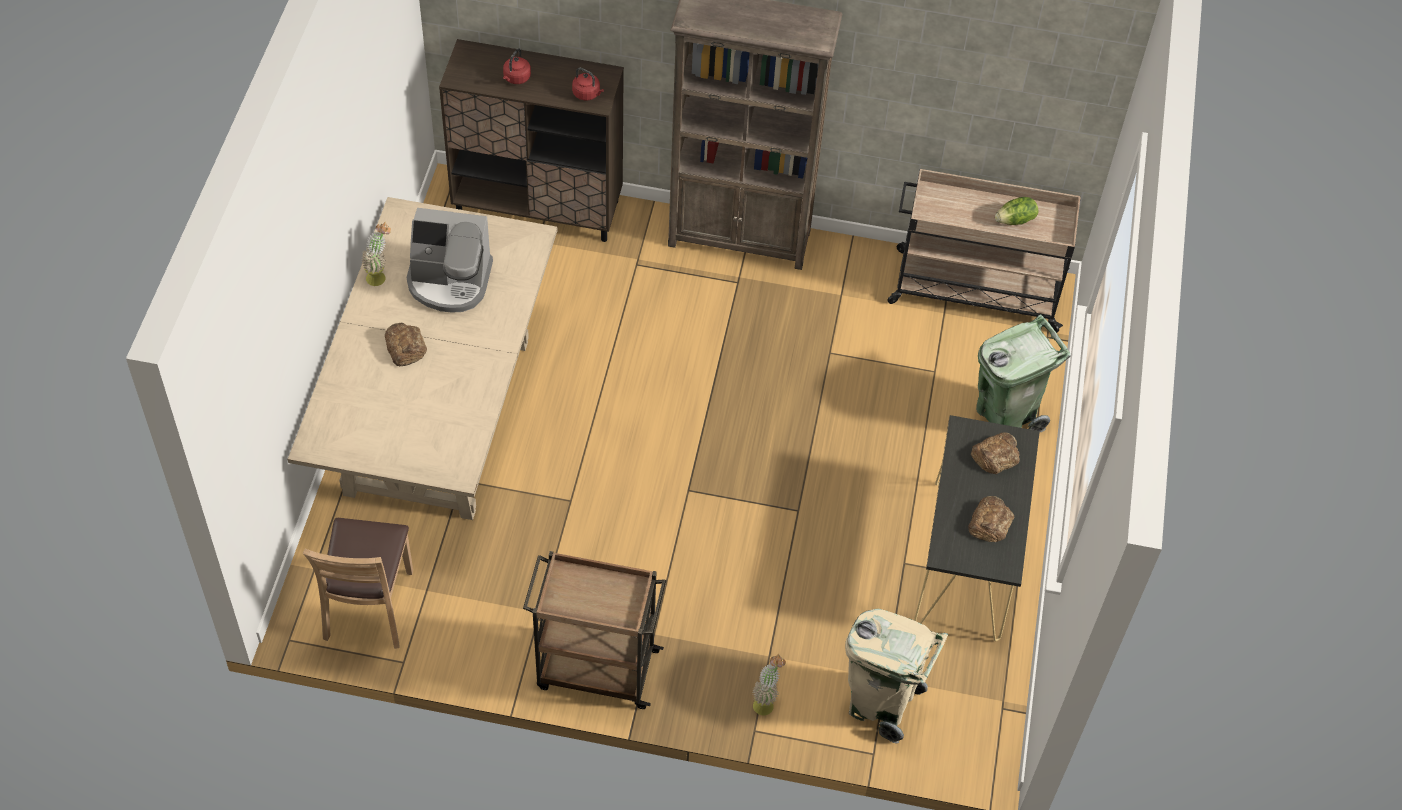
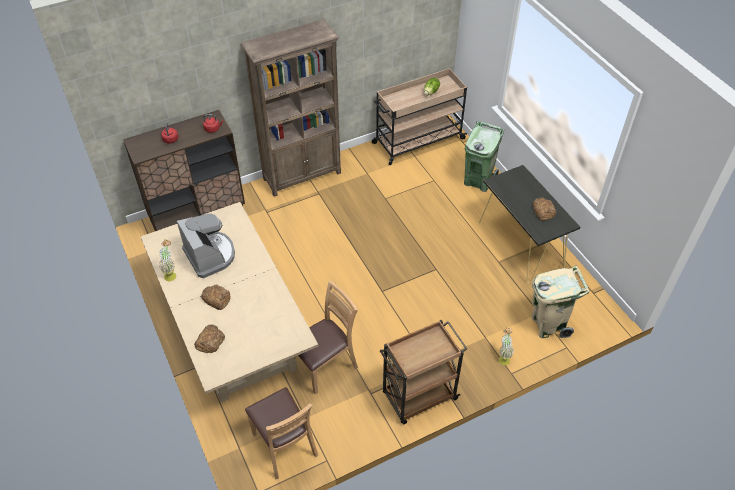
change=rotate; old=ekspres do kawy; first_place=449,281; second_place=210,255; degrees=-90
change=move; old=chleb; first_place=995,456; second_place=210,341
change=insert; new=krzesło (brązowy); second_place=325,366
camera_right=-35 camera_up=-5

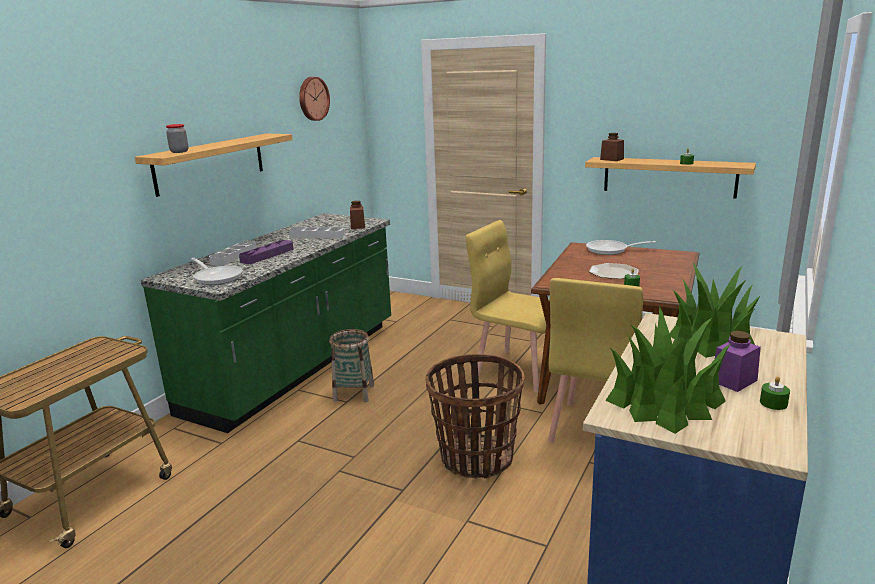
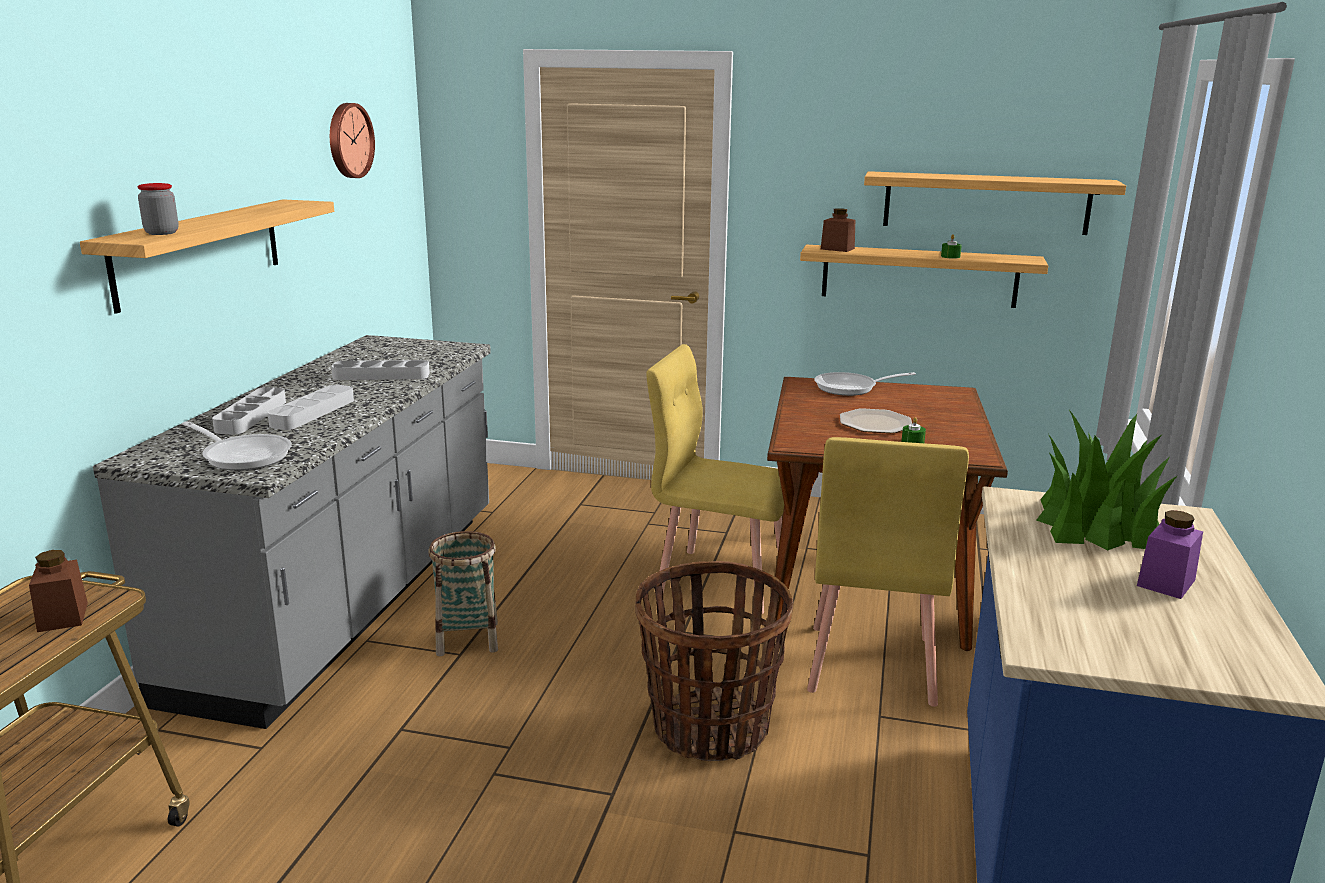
change=recolor; old=zabudowa kuchenna (zielony); new=zabudowa kuchenna (szary); first_place=297,367; second_place=349,601
change=recolor; old=taca (fioletowy); new=taca (szary); first_place=267,255; second_place=313,412
change=move; old=słoik (brązowy); first_place=358,226; second_place=63,617
change=delete; old=roślina doniczkowa; first_place=664,402
change=delete; old=świeca (zielony); first_place=773,403
change=insert; new=półka; second_place=986,203
camera_right=-15 camera_up=0

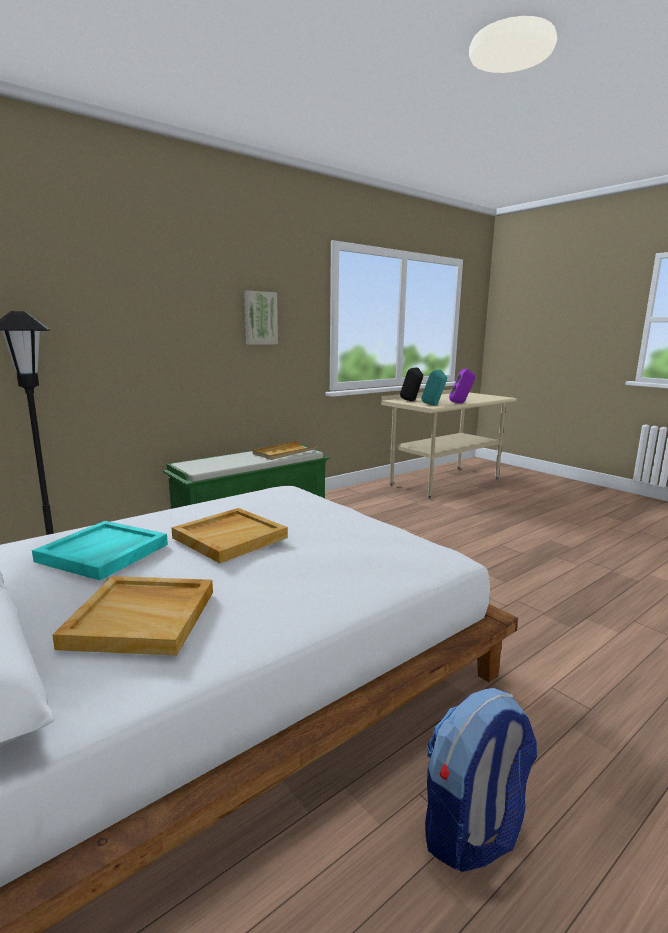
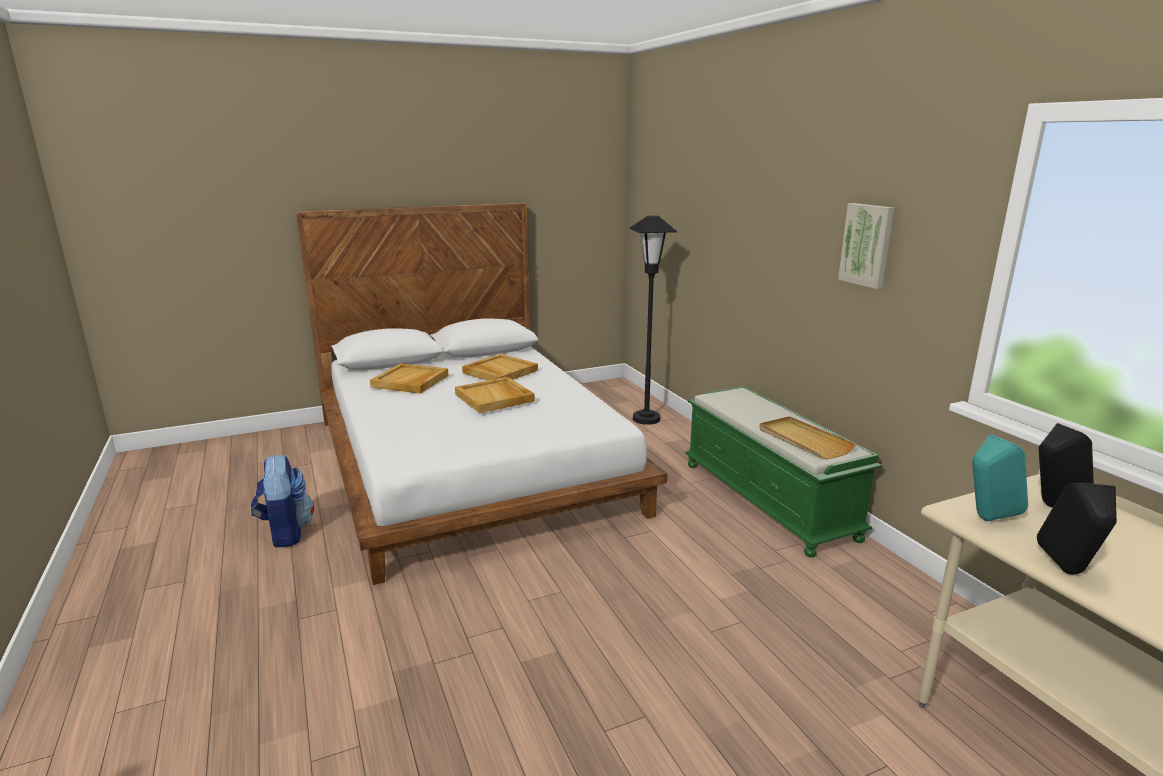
change=recolor; old=taca (turkusowy); new=taca (beżowy); first_place=103,553; second_place=499,371
change=recolor; old=głośnik (fioletowy); new=głośnik (czarny); first_place=461,403; second_place=1068,573
camera_right=105 camera_up=5

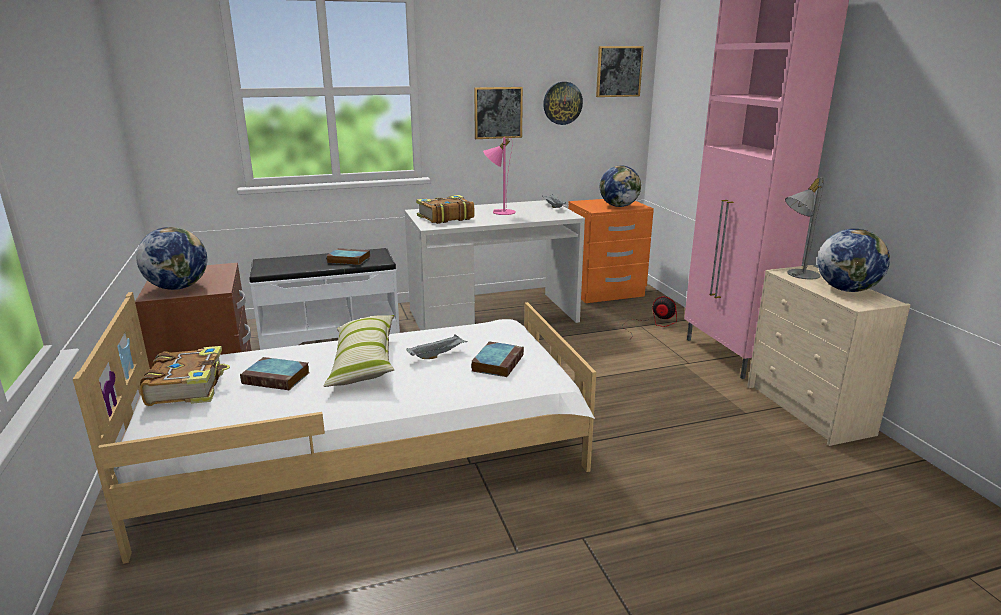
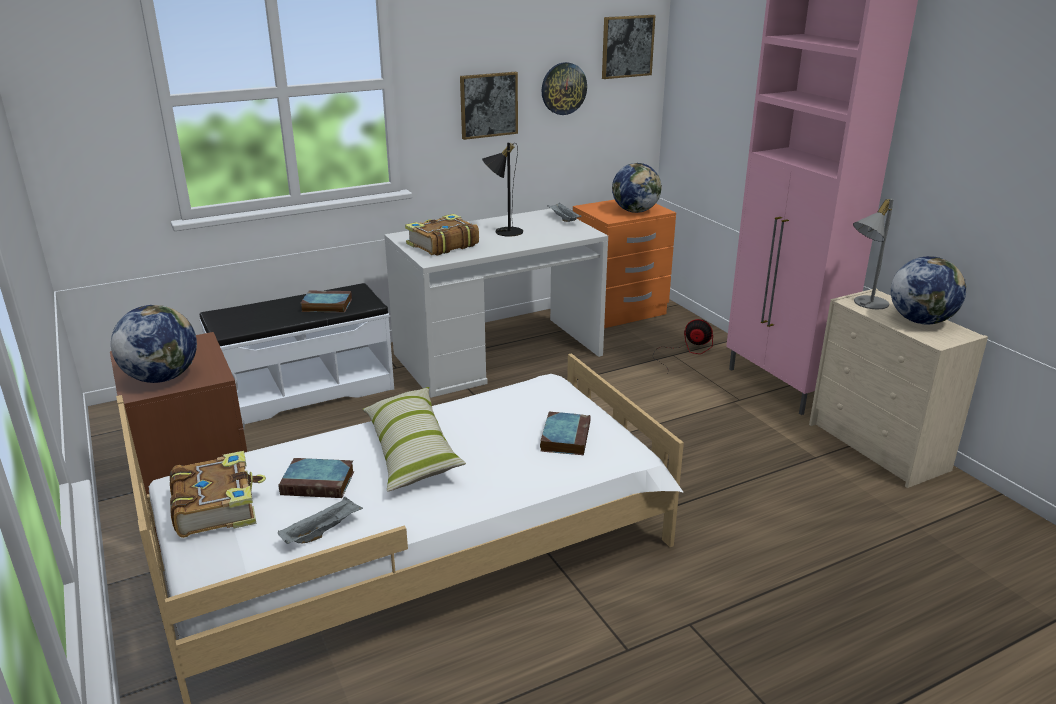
change=move; old=taca (szary); first_place=437,355; second_place=322,531
change=recolor; old=lampa stołowa (różowy); new=lampa stołowa (czarny); first_place=499,211; second_place=503,231
camera_right=-10 camera_up=5

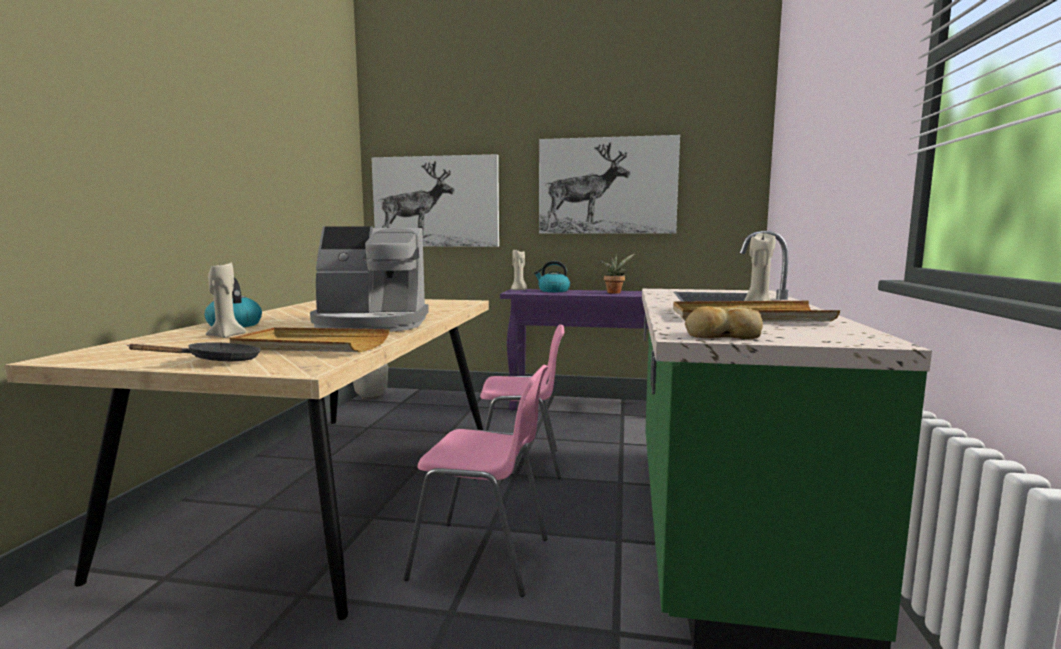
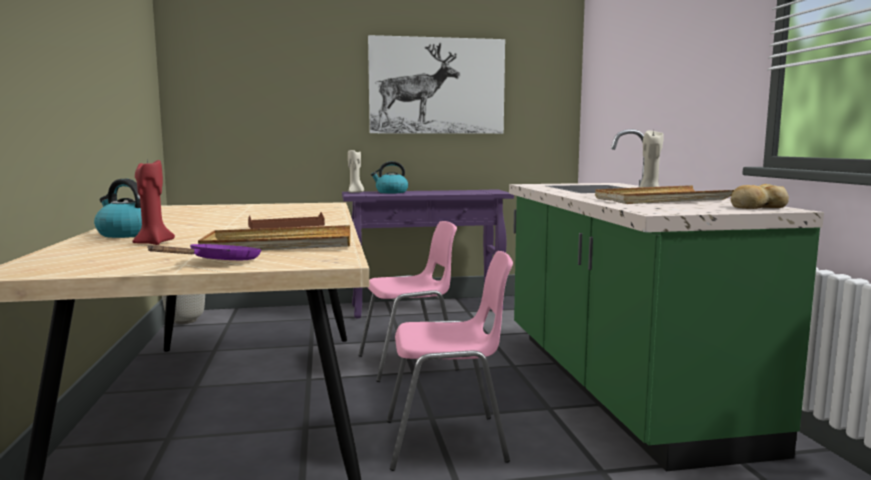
change=recolor; old=patelnia (czarny); new=patelnia (fioletowy); first_place=217,361; second_place=219,262
change=recolor; old=świeca (beżowy); new=świeca (czerwony); first_place=226,336; second_place=153,243
change=replace; old=ekspres do kawy; new=taca (brązowy); first_place=371,324; second_place=286,226
change=delete; old=obraz; first_place=435,202
change=delete; old=roślina doniczkowa; first_place=614,292
change=move; old=chleb; first_place=721,335; second_place=756,207
camera_right=-20 camera_up=0

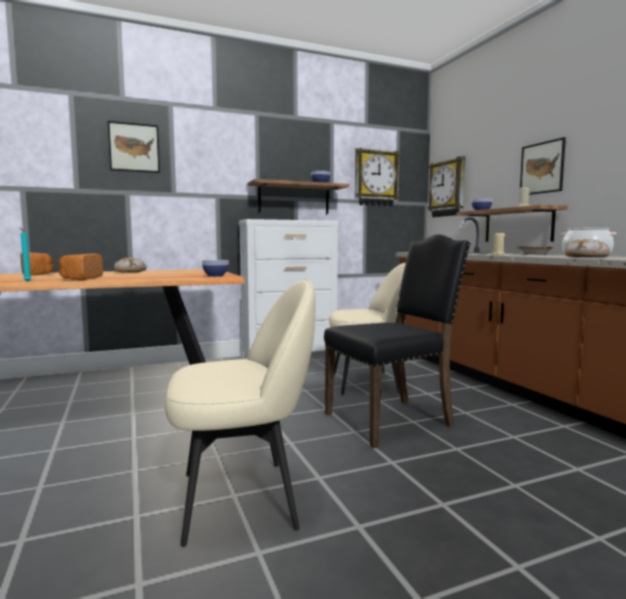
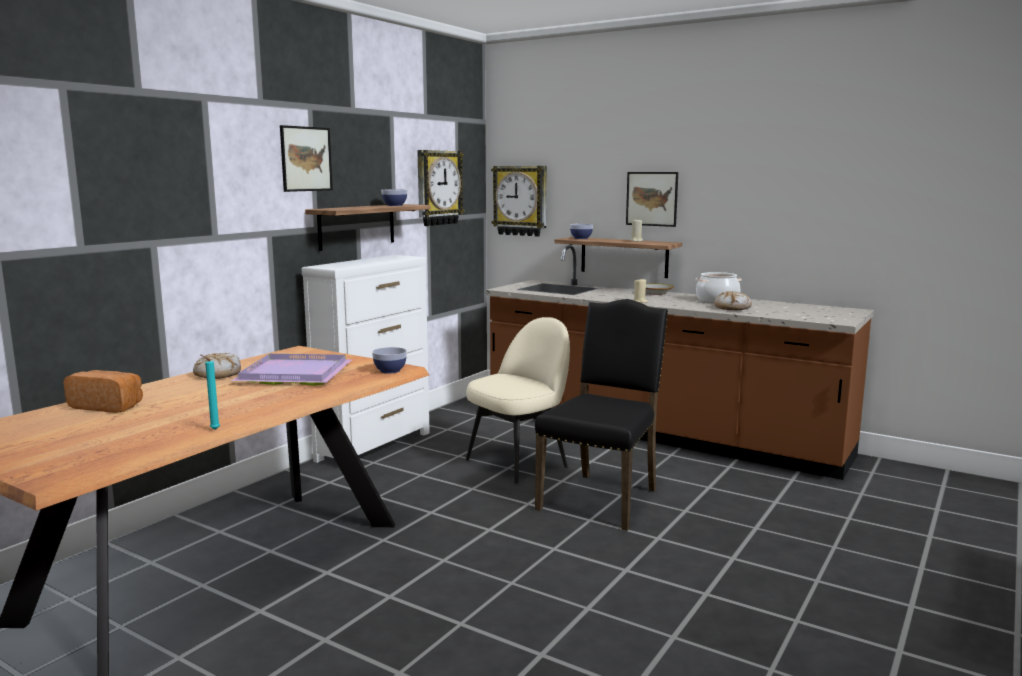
change=delete; old=chleb; first_place=81,278
change=move; old=obraz; first_place=134,147; second_place=306,159
change=delete; old=krzesło (beżowy); first_place=242,498
change=insert; new=taca (fioletowy); second_place=293,373
camera_right=-35 camera_up=5

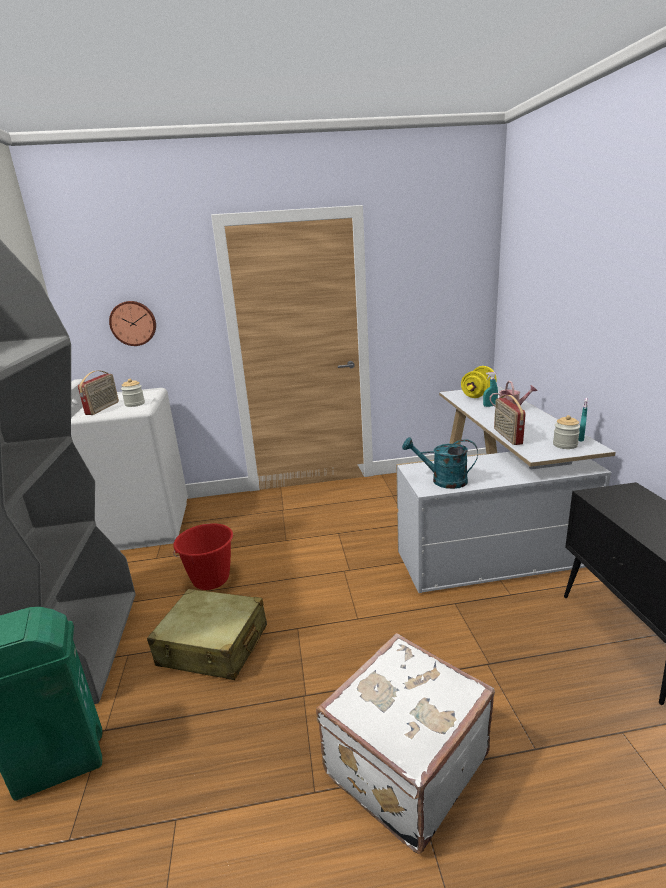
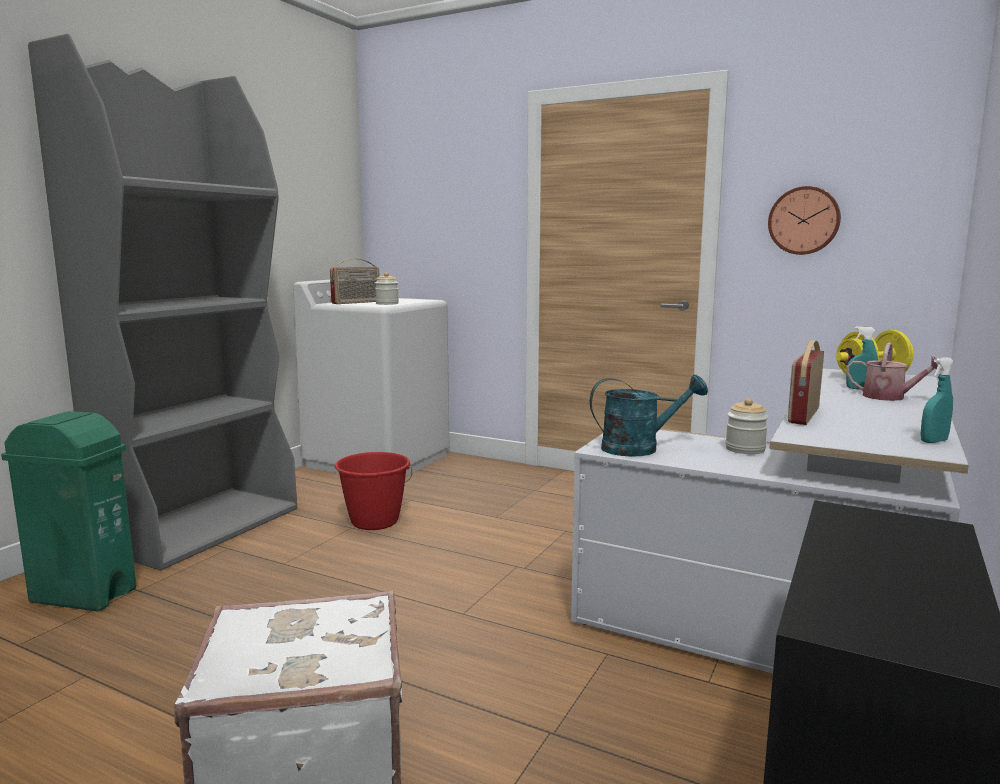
change=move; old=zegar ścienny; first_place=133,323; second_place=804,220
change=delete; old=walizka (beżowy); first_place=213,646
change=rotate; old=konewka (turkusowy); first_place=442,481; second_place=640,448; degrees=120
change=move; old=słoik; first_place=565,445; second_place=745,449
camera_right=35 camera_up=-10

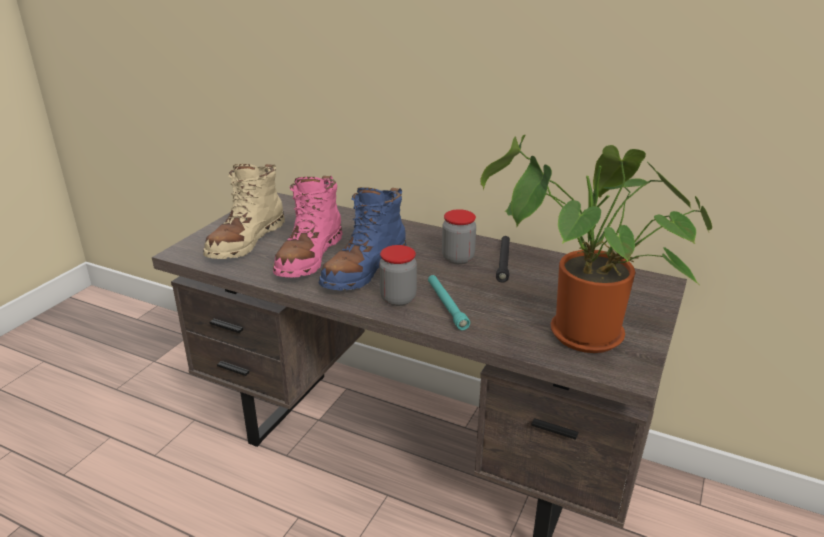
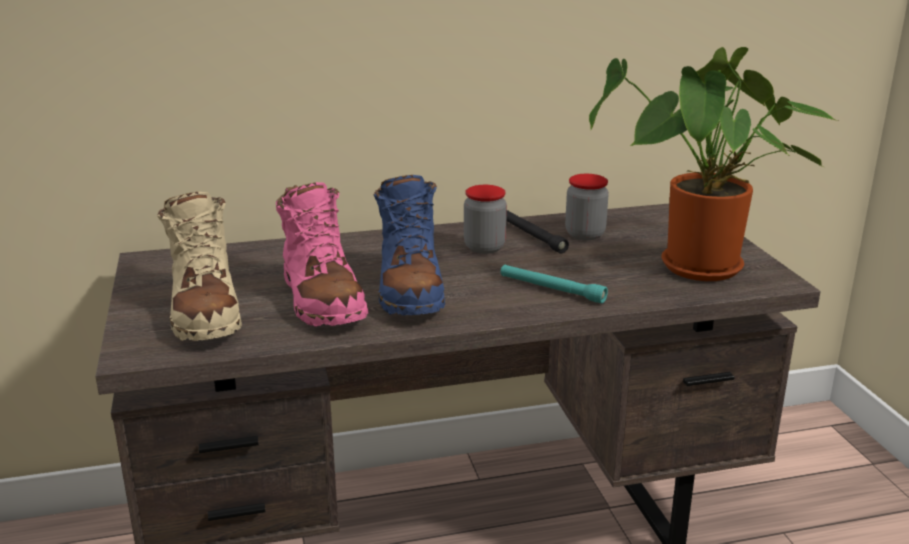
change=move; old=słoik; first_place=398,298; second_place=585,234
camera_right=-40 camera_up=-5

